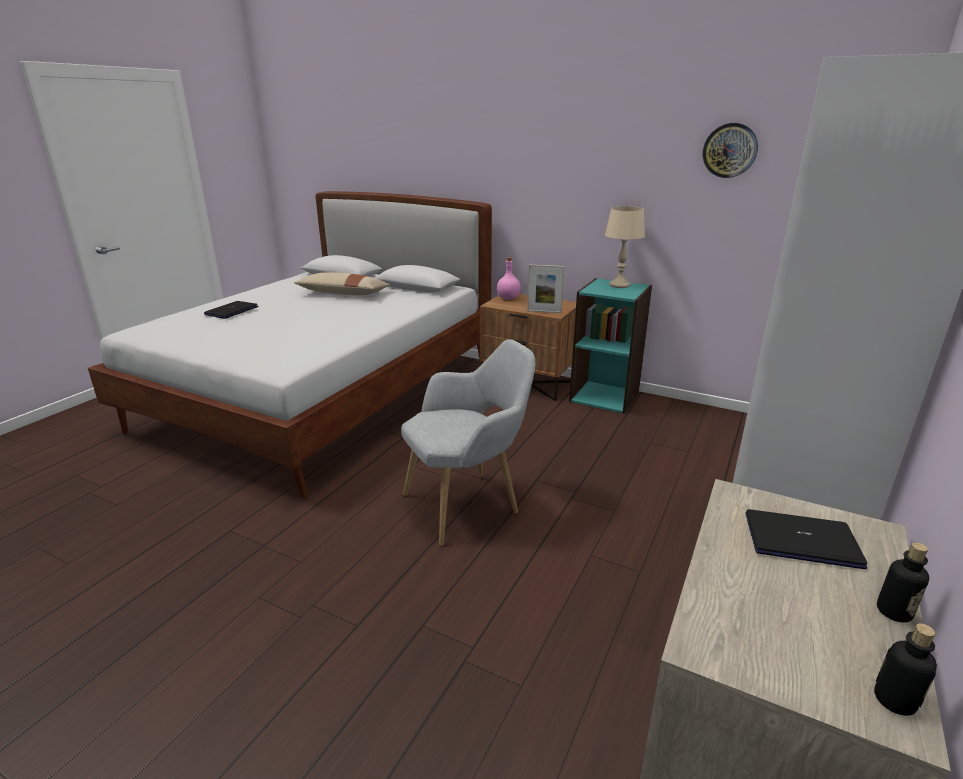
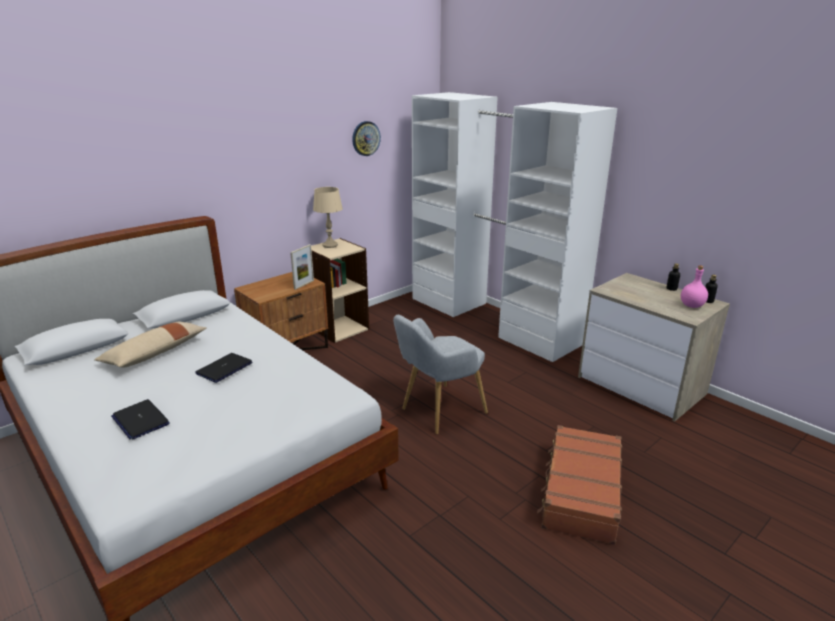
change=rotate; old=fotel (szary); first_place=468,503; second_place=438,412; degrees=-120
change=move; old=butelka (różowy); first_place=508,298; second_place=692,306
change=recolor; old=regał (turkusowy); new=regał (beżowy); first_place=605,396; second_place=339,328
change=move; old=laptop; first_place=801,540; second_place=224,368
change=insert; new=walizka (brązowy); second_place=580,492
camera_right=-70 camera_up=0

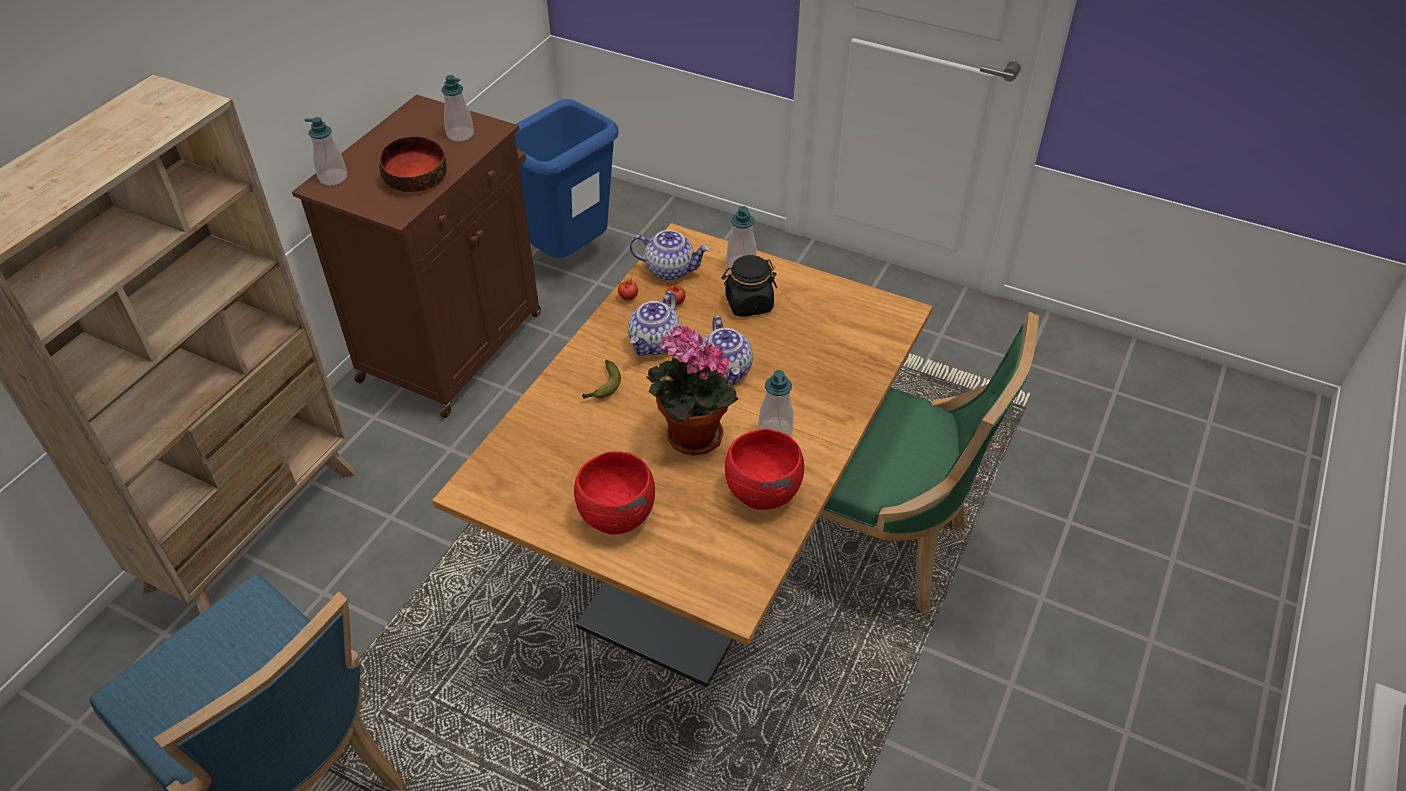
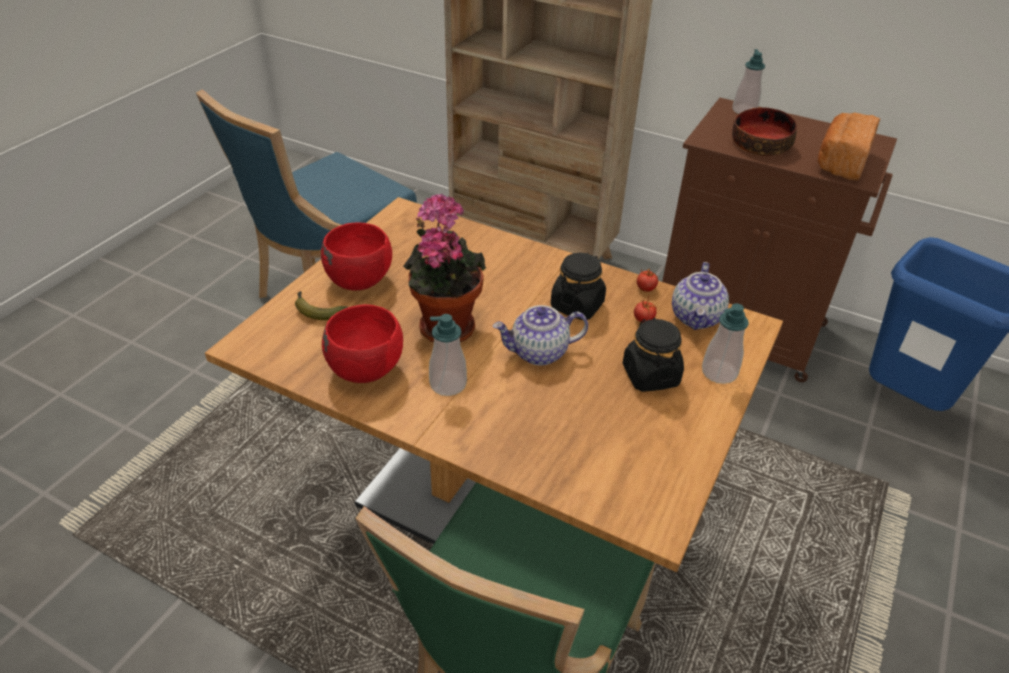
change=replace; old=dozownik mydła; new=chleb; first_place=460,135; second_place=840,162
change=move; old=banan; first_place=603,387; second_place=317,310
change=replace; old=imbryk; new=słoik (czarny); first_place=655,344; second_place=577,305
camera_right=90 camera_up=-5

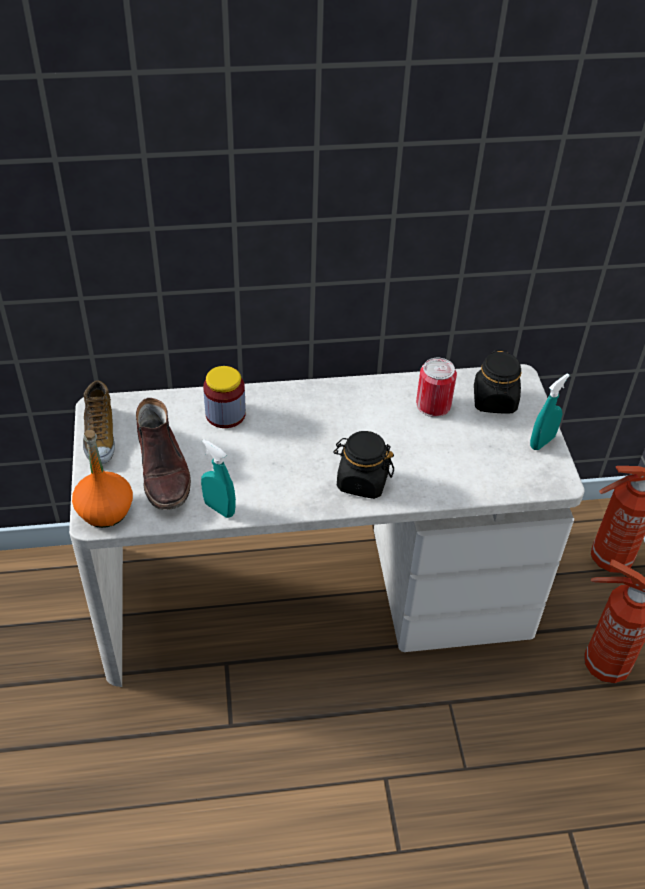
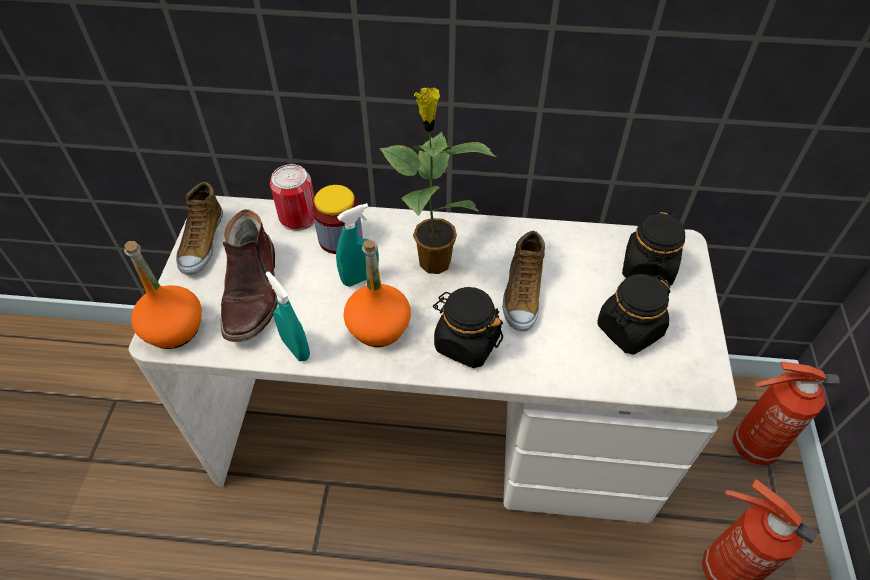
change=move; old=puszka; first_place=433,405; second_place=298,217
change=move; old=spryskiwacz (turkusowy); first_place=542,442; second_place=360,278
change=insert; new=butelka (pomarańczowy); second_place=378,327
change=insert; new=roślina doniczkowa; second_place=433,260
change=insert; new=but; second_place=521,294
change=insert; new=słoik (czarny); second_place=629,330
camera_right=15 camera_up=5

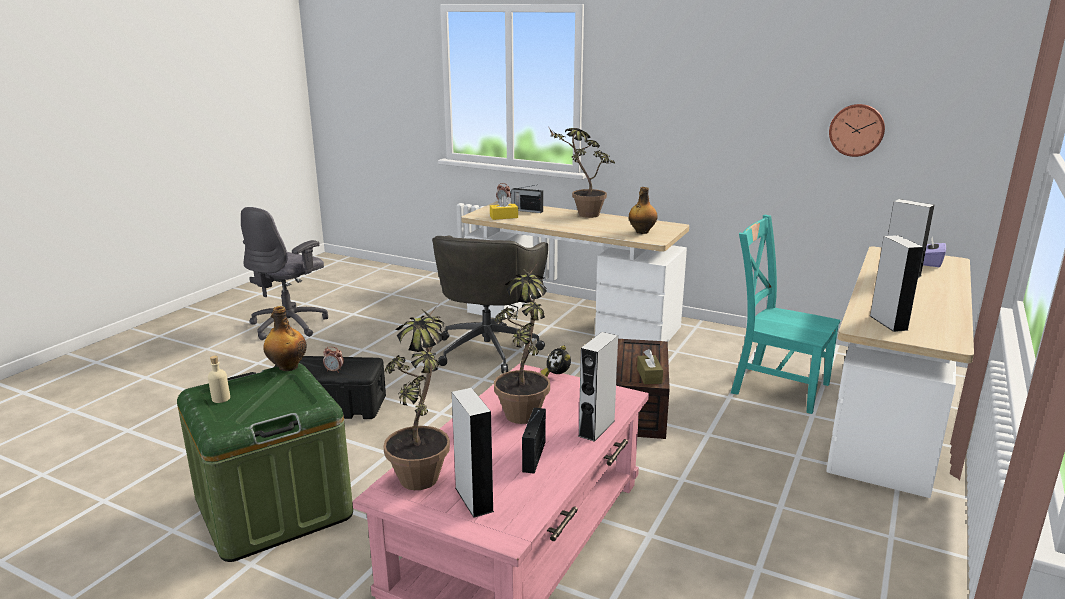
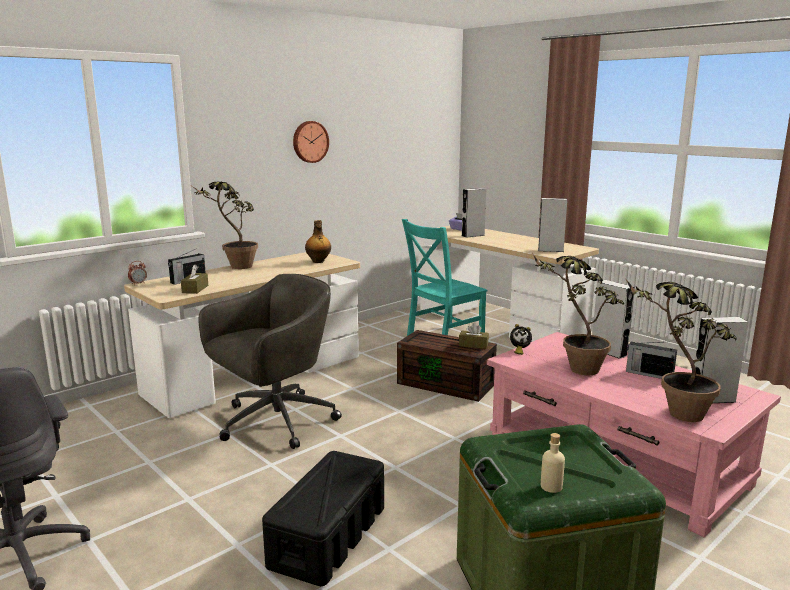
change=delete; old=butelka; first_place=287,367
change=delete; old=budzik; first_place=334,371
change=rotate; old=krzesło biurowe (szary); first_place=488,348; second_place=274,422; degrees=-75
change=recolor; old=pudełko chusteczek (żółty); new=pudełko chusteczek (brązowy); first_place=504,217; second_place=195,289
change=move; old=zegar ścienny; first_place=856,130; second_place=310,141
camera_right=-70 camera_up=-5

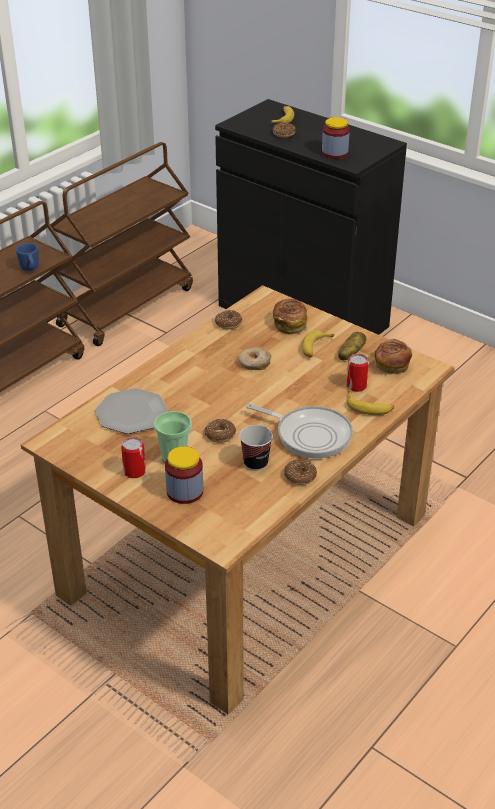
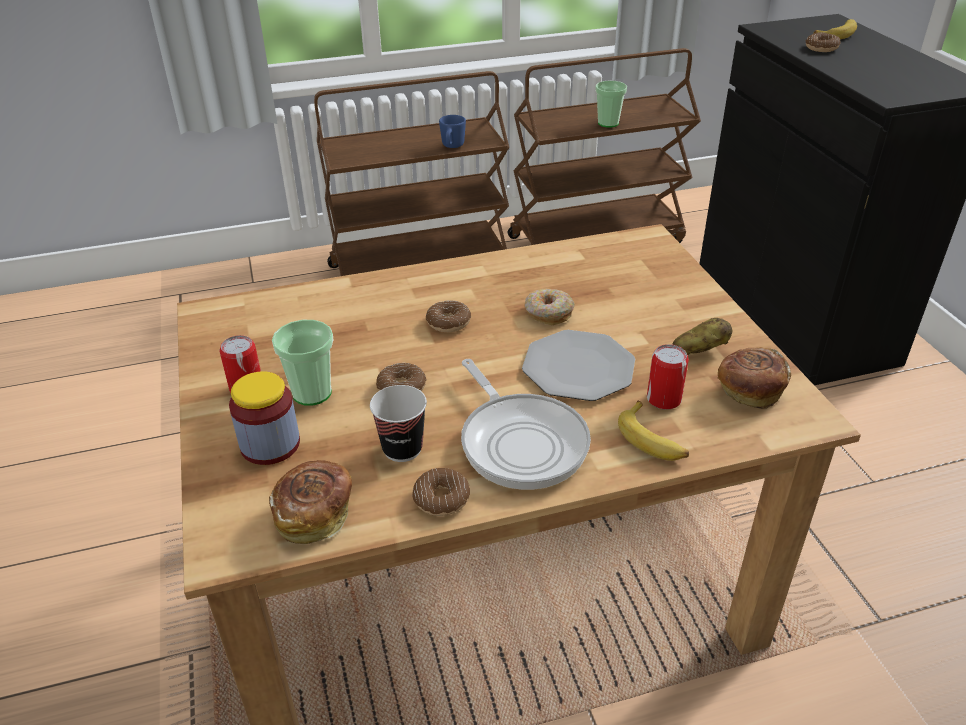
change=move; old=talerz; first_place=131,413; second_place=578,367
change=move; old=donut; first_place=228,323; second_place=448,322
change=move; old=chleb; first_place=290,324; second_place=315,514
change=delete; old=banan; first_place=315,348
change=delete; old=słoik; first_place=334,153
change=insert; new=filiżanka; second_place=608,123
camera_right=35 camera_up=0

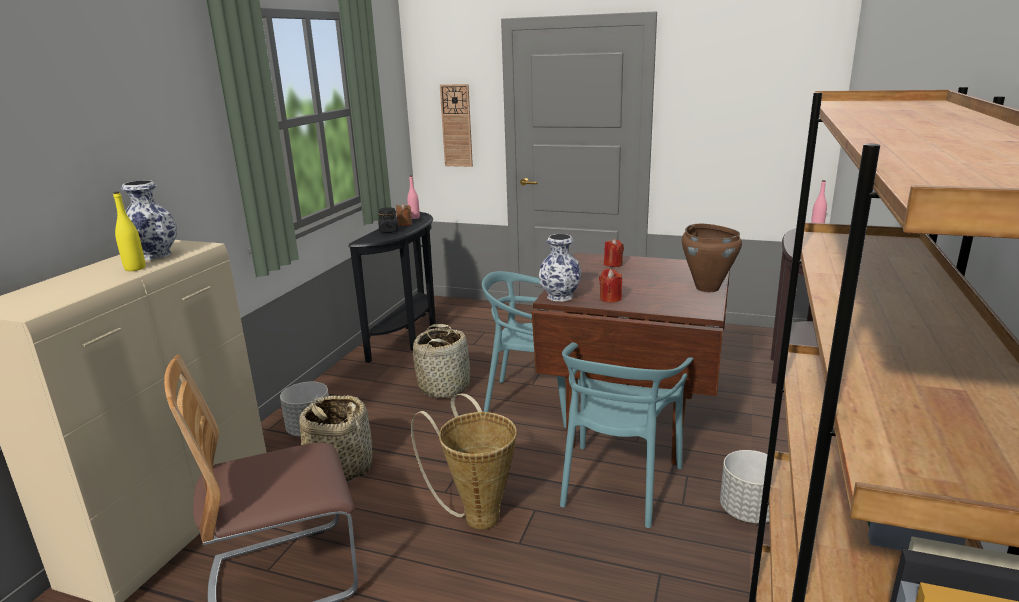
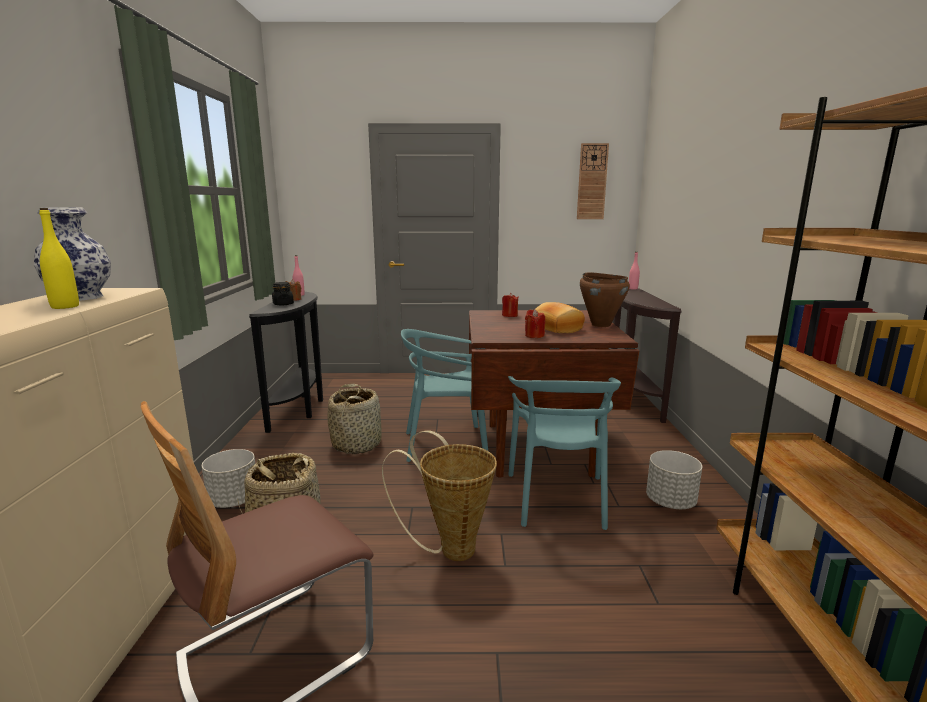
change=move; old=zegar ścienny; first_place=456,126; second_place=592,181
change=delete; old=wazon; first_place=560,297
change=insert; new=chleb; second_place=556,328
camera_right=-20 camera_up=-5

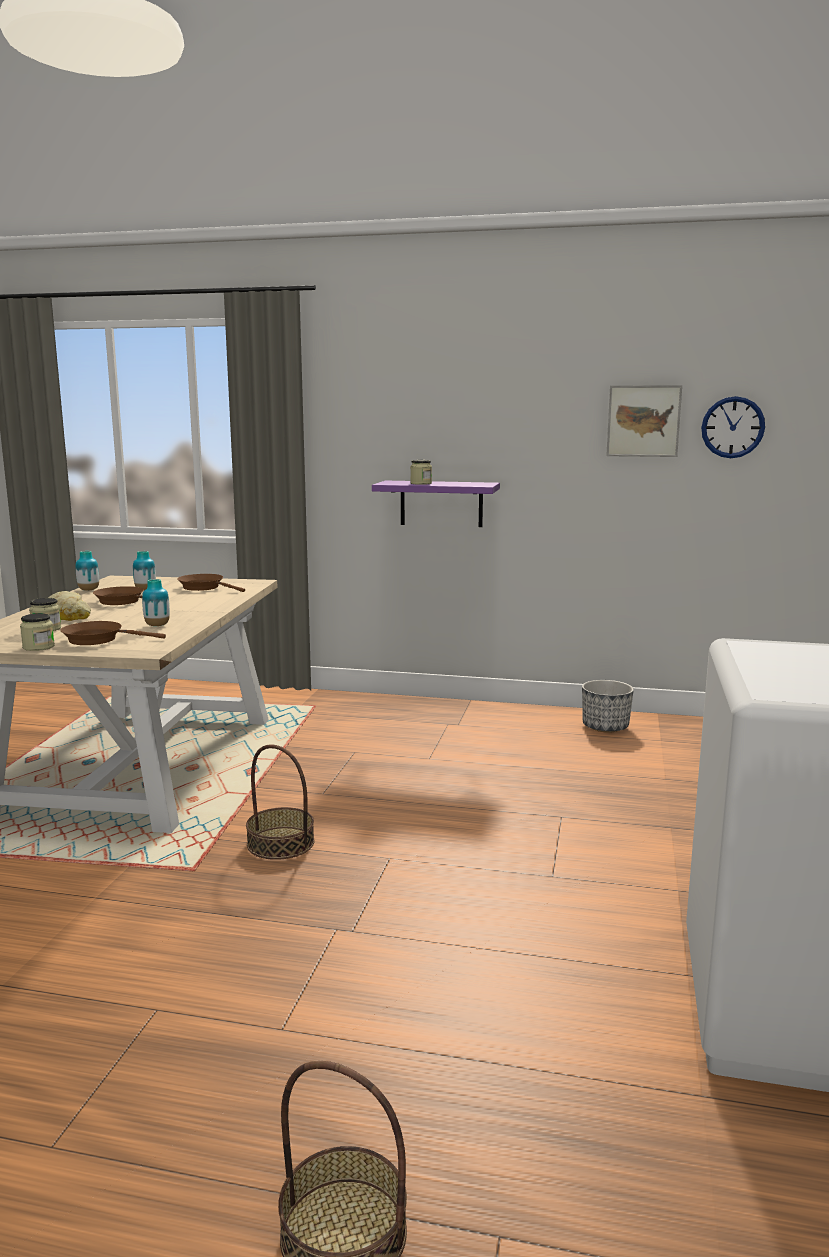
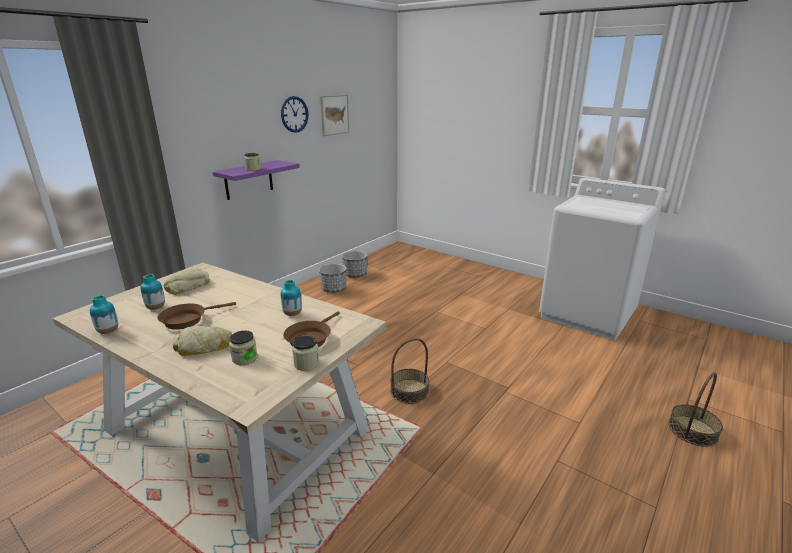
change=replace; old=patelnia (brązowy); new=chleb; first_place=204,587; second_place=187,286
change=move; old=zegar ścienny; first_place=732,427; second_place=294,114
change=insert; new=donica; second_place=333,289
camera_right=-65 camera_up=10

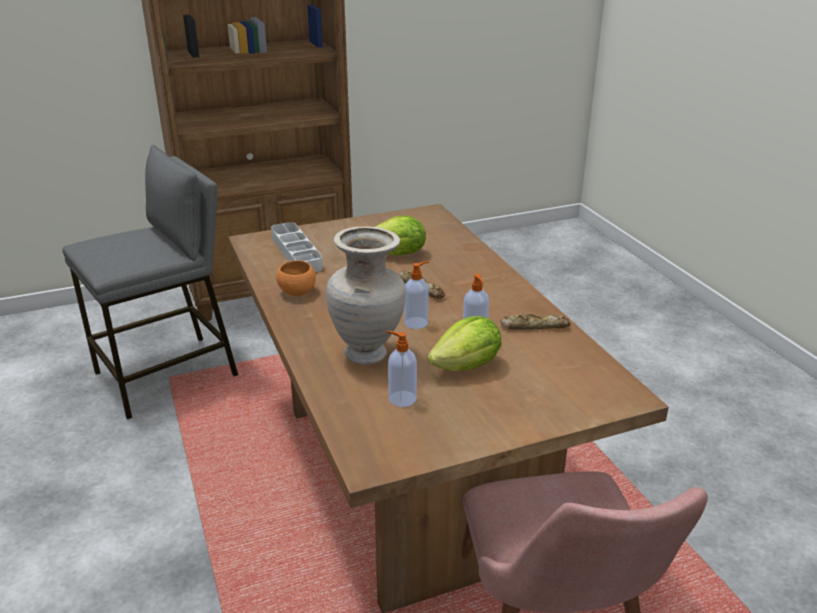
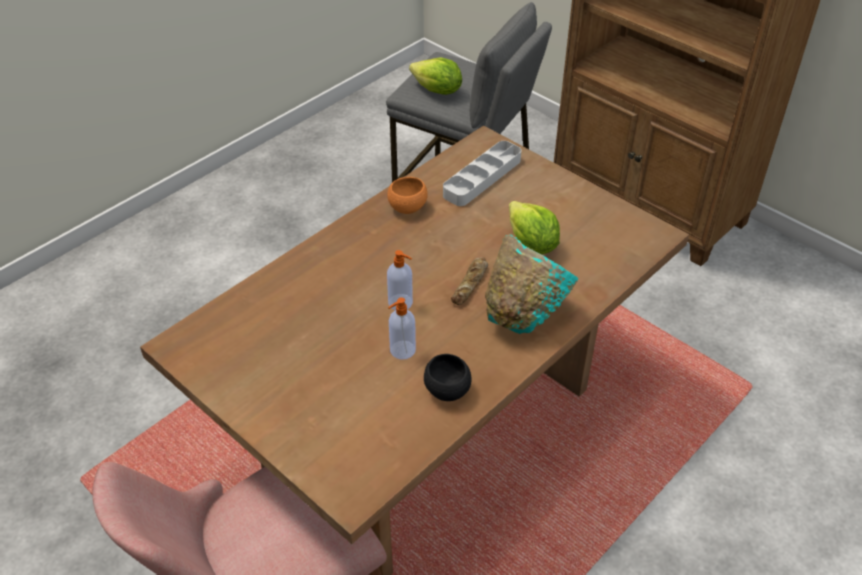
change=delete; old=wazon (beżowy); first_place=368,355
change=delete; old=dozownik mydła; first_place=401,398
change=move; old=sałata; first_place=467,366; second_place=437,91
change=replace; old=chleb; new=miska (czarny); first_place=534,326; second_place=447,390
change=insert; new=miska (turkusowy); second_place=523,312
camera_right=65 camera_up=15

